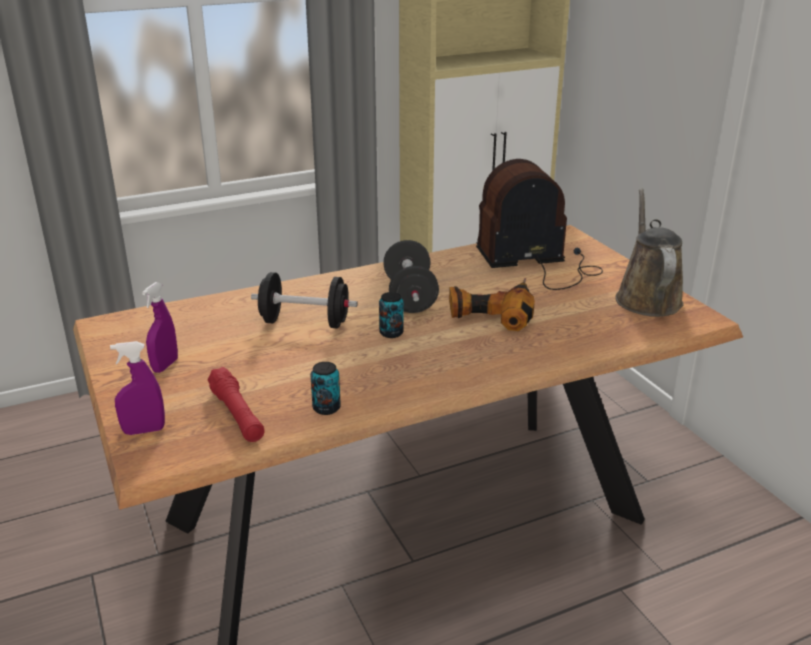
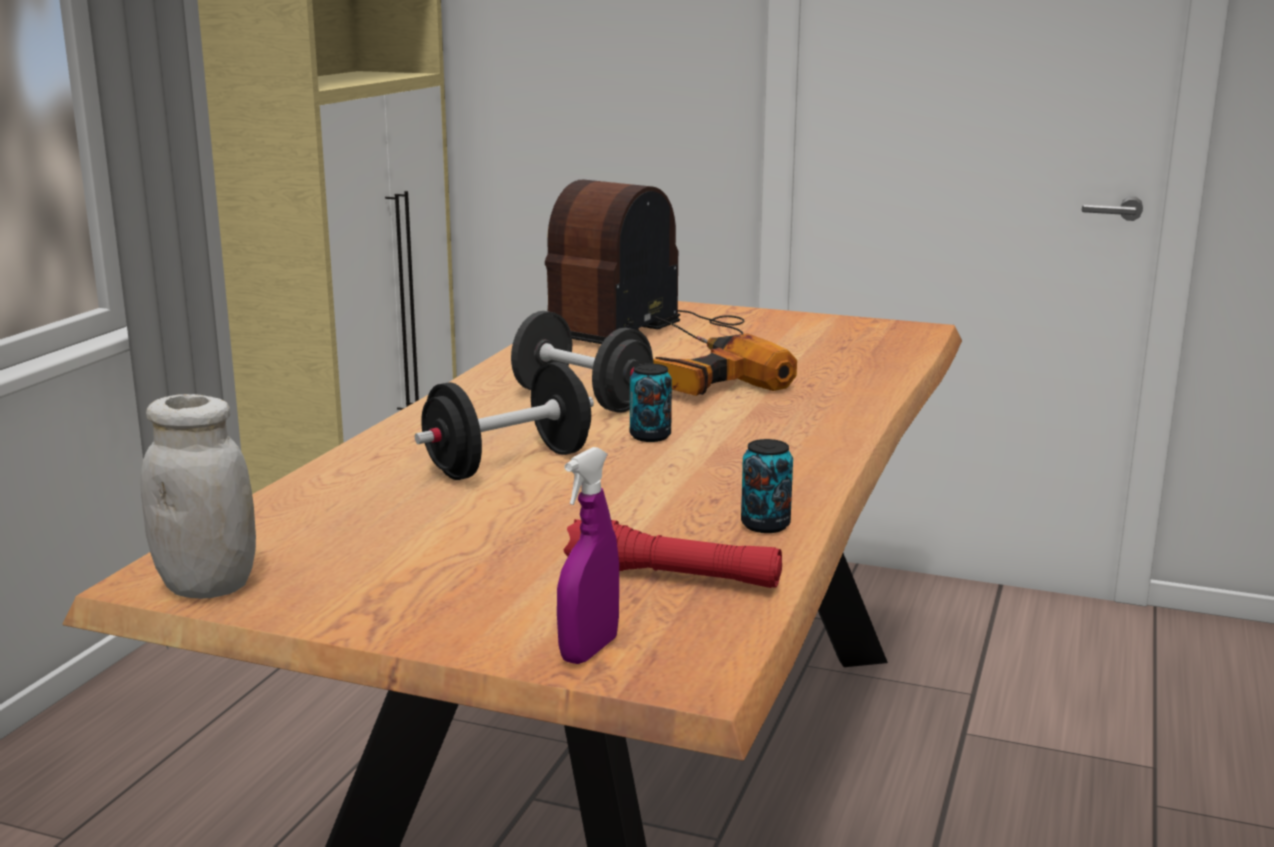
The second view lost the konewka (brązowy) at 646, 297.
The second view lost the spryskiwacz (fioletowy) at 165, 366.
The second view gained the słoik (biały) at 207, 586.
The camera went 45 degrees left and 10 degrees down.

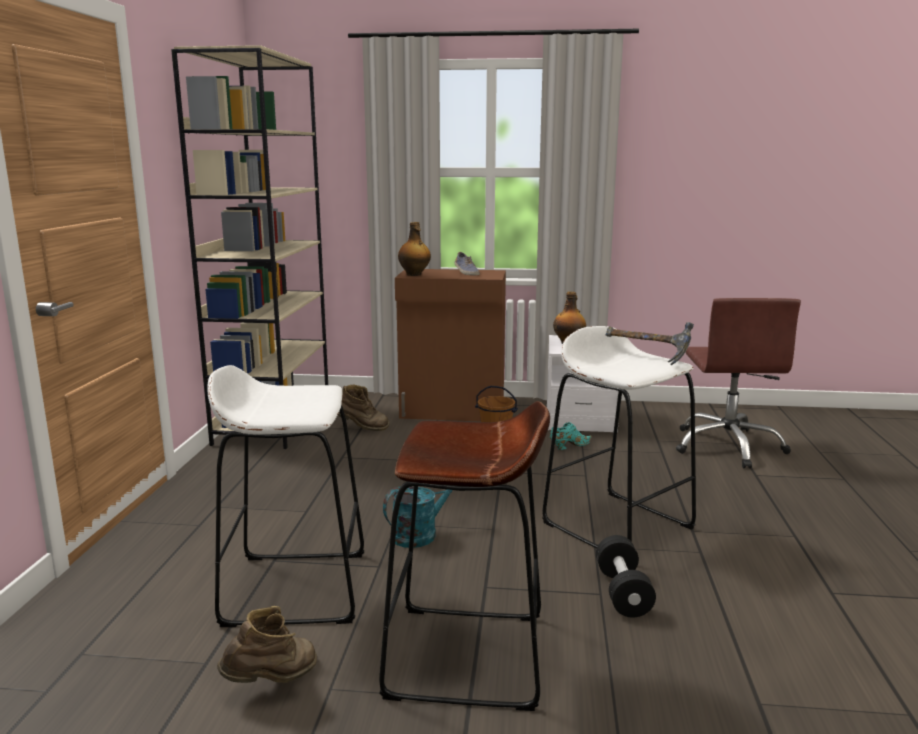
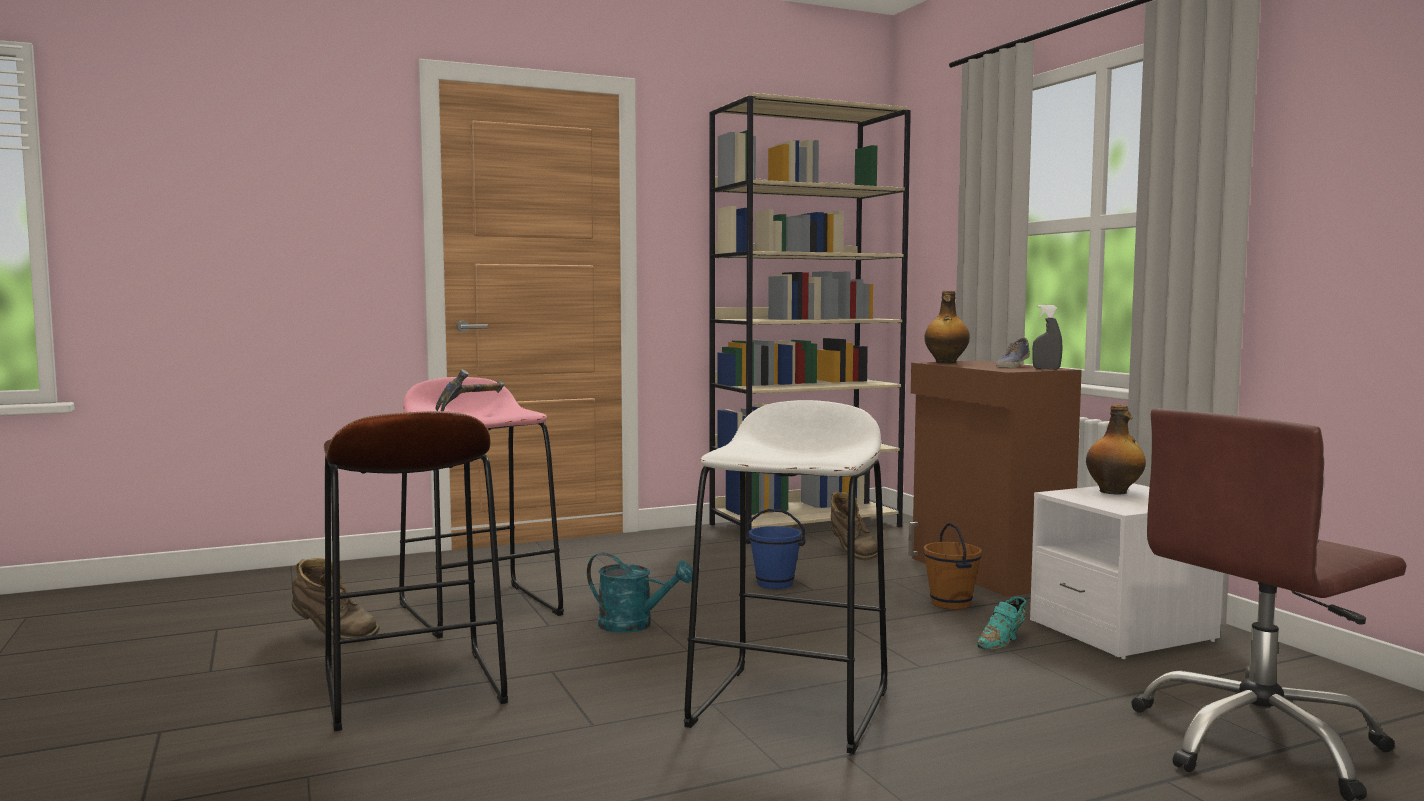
The młotek ended up elsewhere, having gone from 647, 356 to 474, 411.
What was the stołek (biały) at 295, 588 turned into the stołek (różowy) at 480, 609.
The but (turkusowy) at 569, 446 ended up facing another way, 105 degrees clockwise from before.
The second view lost the hantel (czarny) at 623, 592.
The second view gained the spryskiwacz (szary) at 1046, 369.
The second view gained the wiadro (niebieski) at 775, 583.
The camera went 60 degrees right and 10 degrees down.

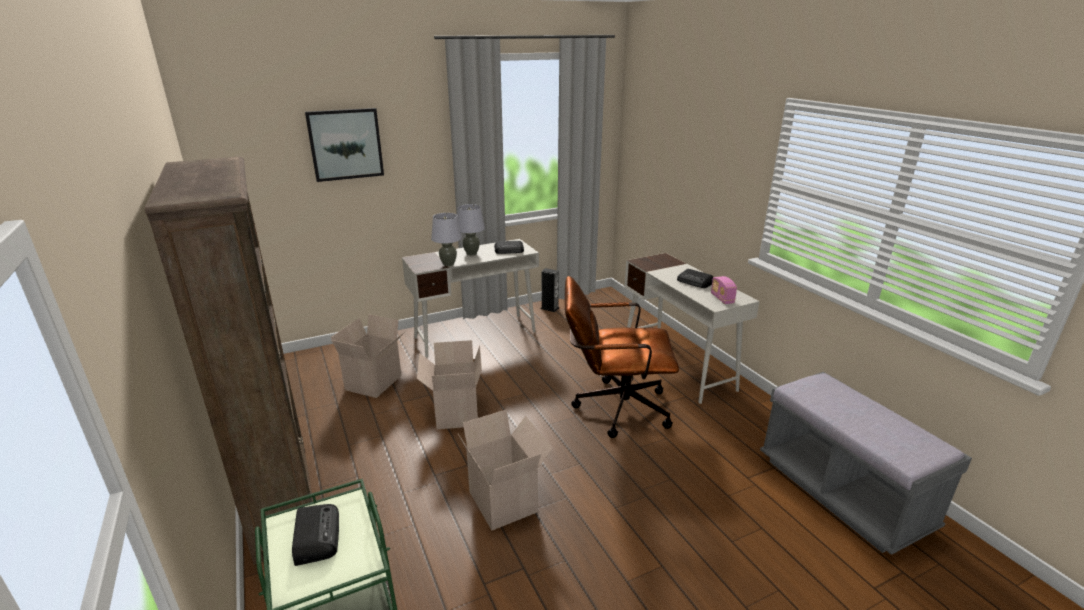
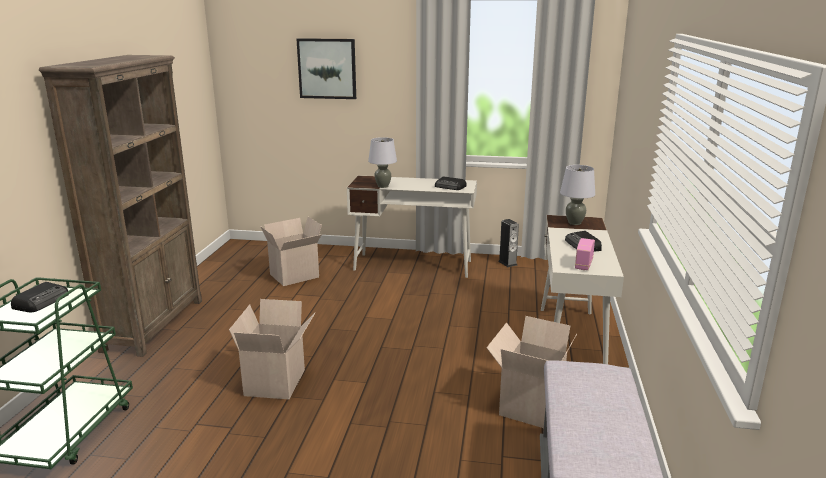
The lampa stołowa (szary) ended up elsewhere, having gone from 471, 253 to 574, 223.
The second view lost the krzesło biurowe (brązowy) at 613, 407.
The karton ended up elsewhere, having gone from 455, 413 to 529, 405.
The camera went 35 degrees right and 5 degrees down.

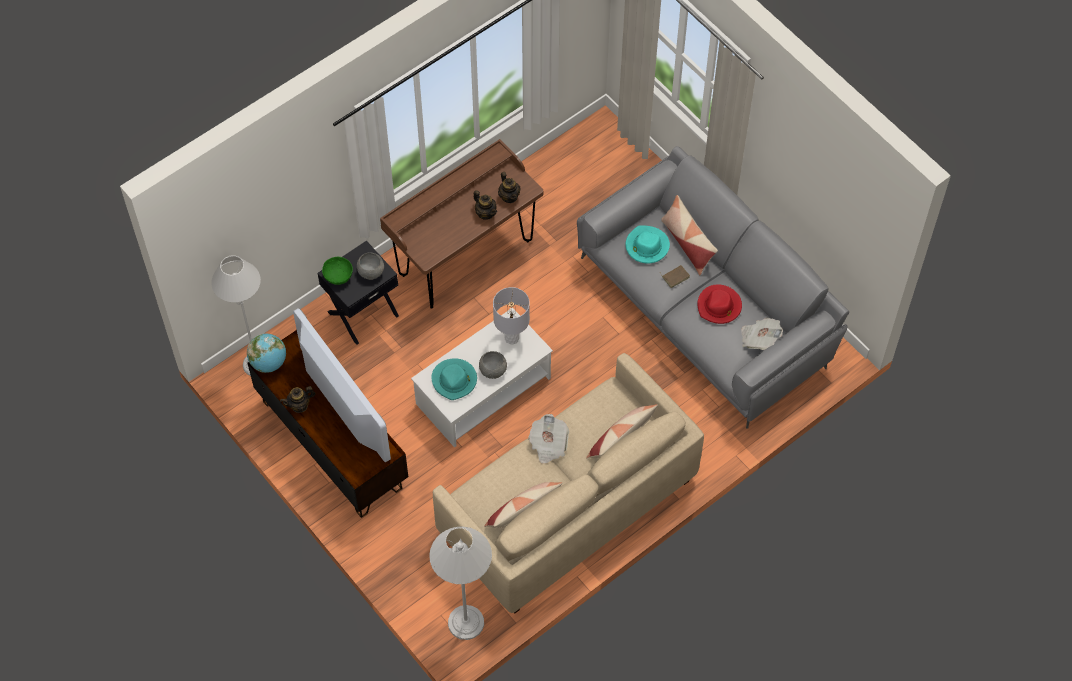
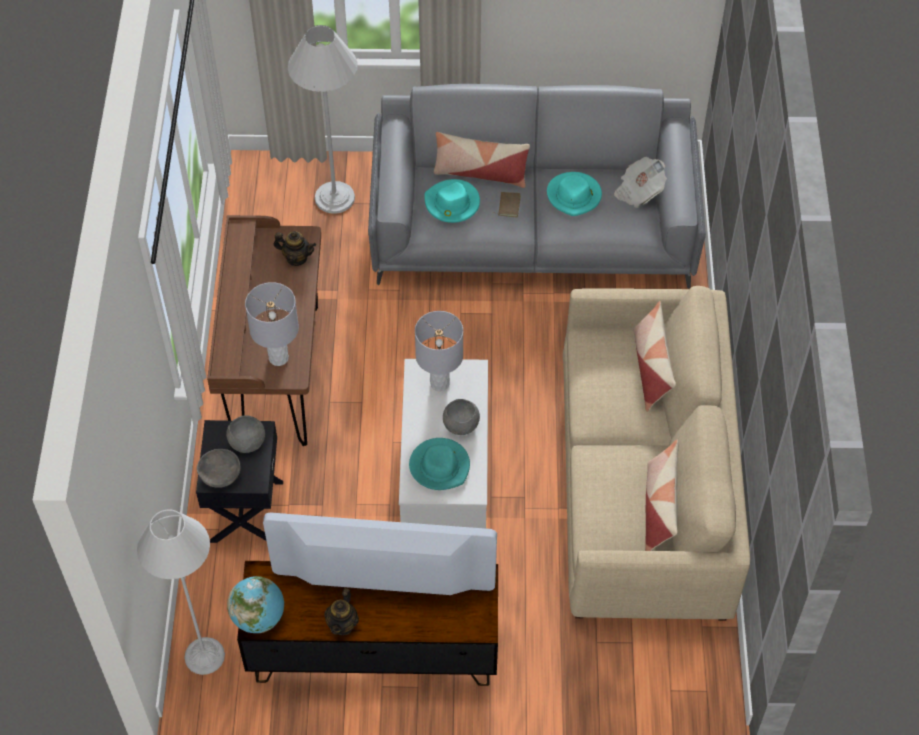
The second view lost the imbryk at 485, 213.
What was the miska (zielony) at 338, 275 turned into the miska (szary) at 220, 475.
What was the kapelusz (czerwony) at 719, 306 turned into the kapelusz (turkusowy) at 574, 196.
The second view lost the gazeta at 548, 444.
The lampa stojąca (biały) ended up elsewhere, having gone from 466, 622 to 335, 198.
The second view gained the lampa stołowa (szary) at 278, 357.
The camera went 50 degrees left and 5 degrees down.

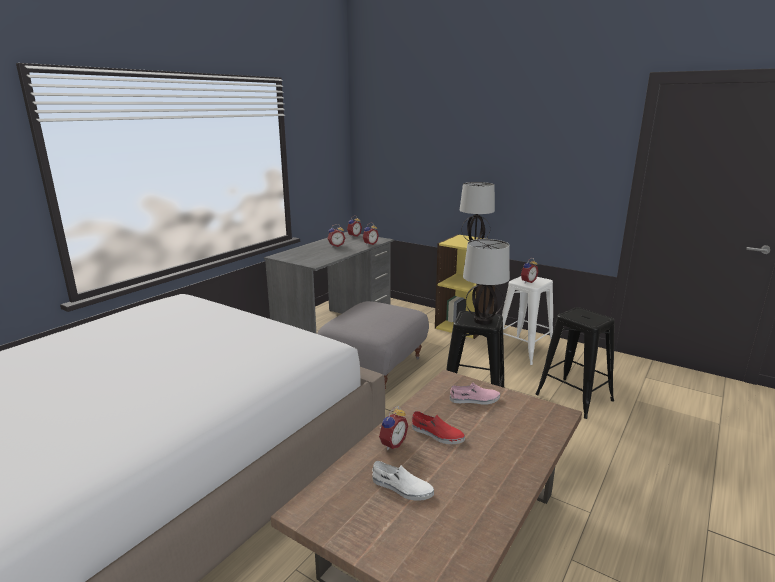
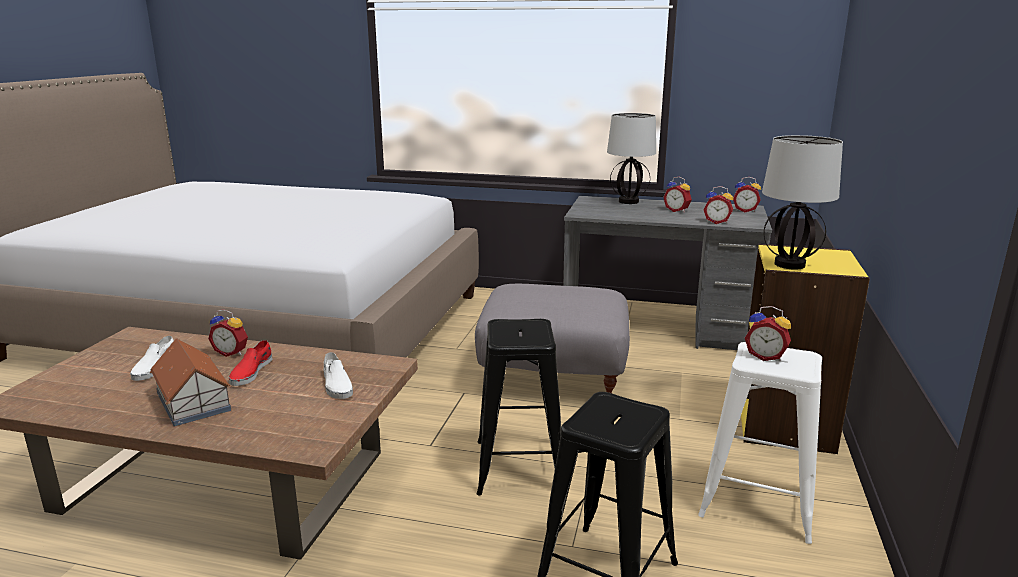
The lampa stołowa ended up elsewhere, having gone from 482, 321 to 628, 201.
What was the but (różowy) at 475, 400 turned into the but (biały) at 336, 385.
The second view gained the domek at 193, 402.
The camera went 70 degrees right and 0 degrees up.

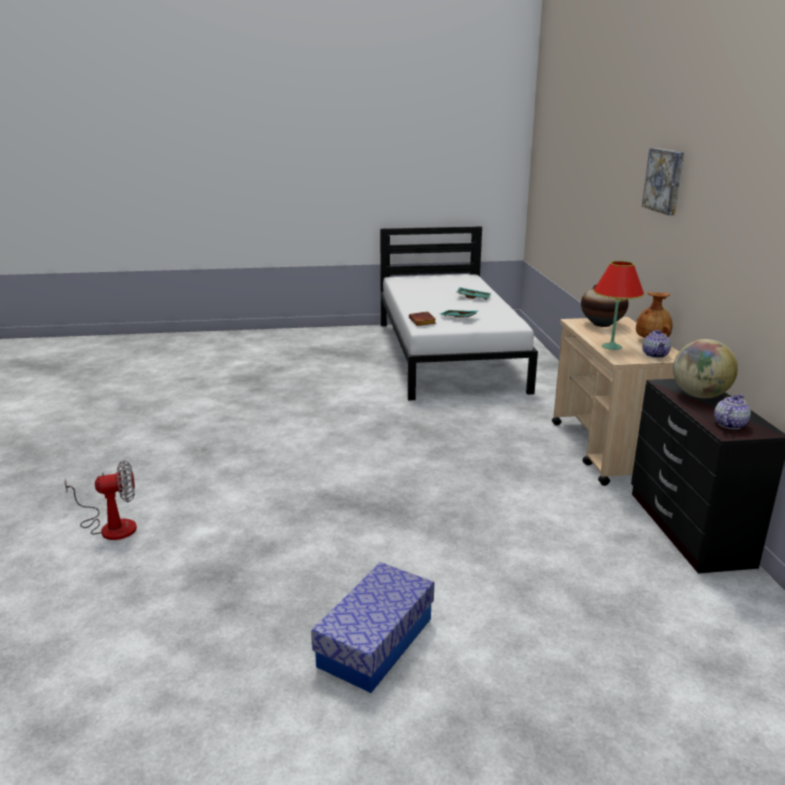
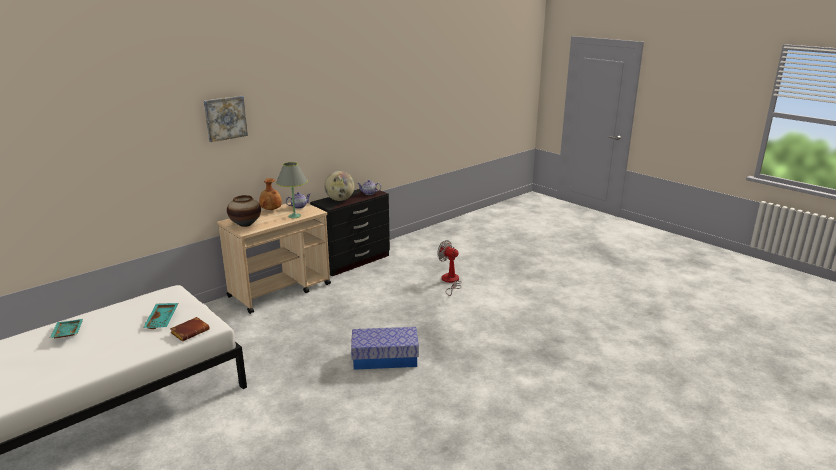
What was the lampa stołowa (czerwony) at 611, 347 turned into the lampa stołowa (szary) at 294, 216.
The wentylator ended up elsewhere, having gone from 111, 526 to 450, 281.
The pojemnik do przechowywania ended up elsewhere, having gone from 376, 642 to 385, 358.
The camera went 125 degrees left and 0 degrees up.

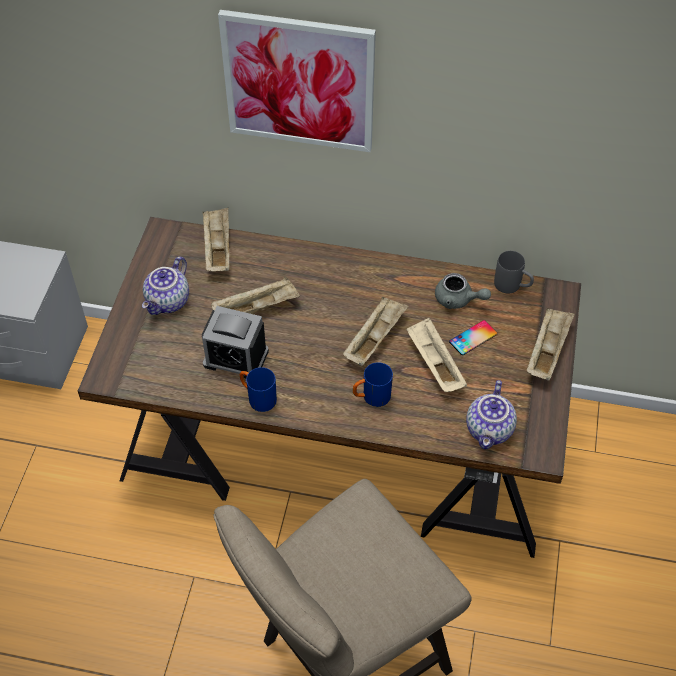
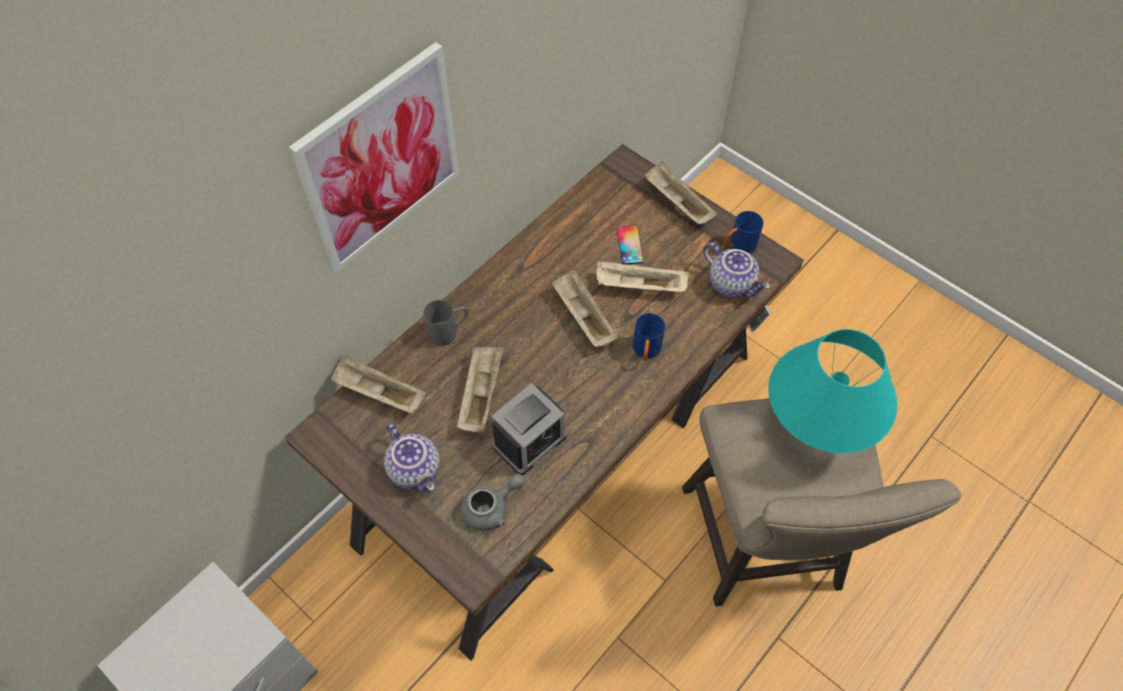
The kubek (szary) ended up elsewhere, having gone from 512, 286 to 449, 331.
The imbryk (szary) ended up elsewhere, having gone from 458, 300 to 492, 508.
The kubek (niebieski) ended up elsewhere, having gone from 258, 398 to 738, 247.
The second view gained the lampa stołowa (turkusowy) at 816, 426.
The camera went 60 degrees left and 5 degrees up.

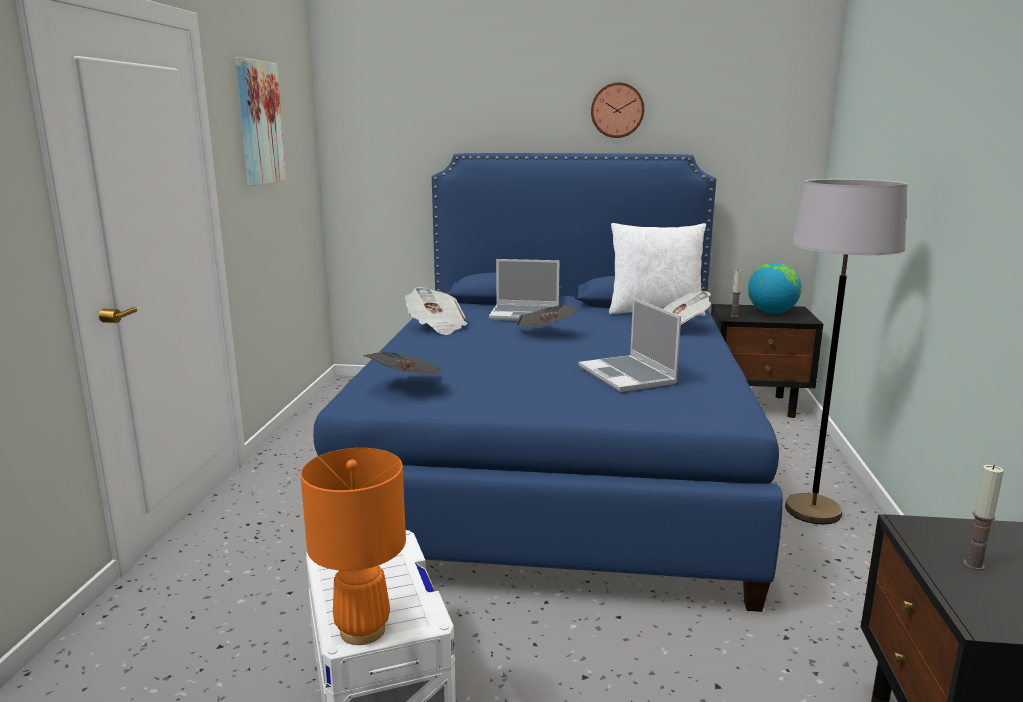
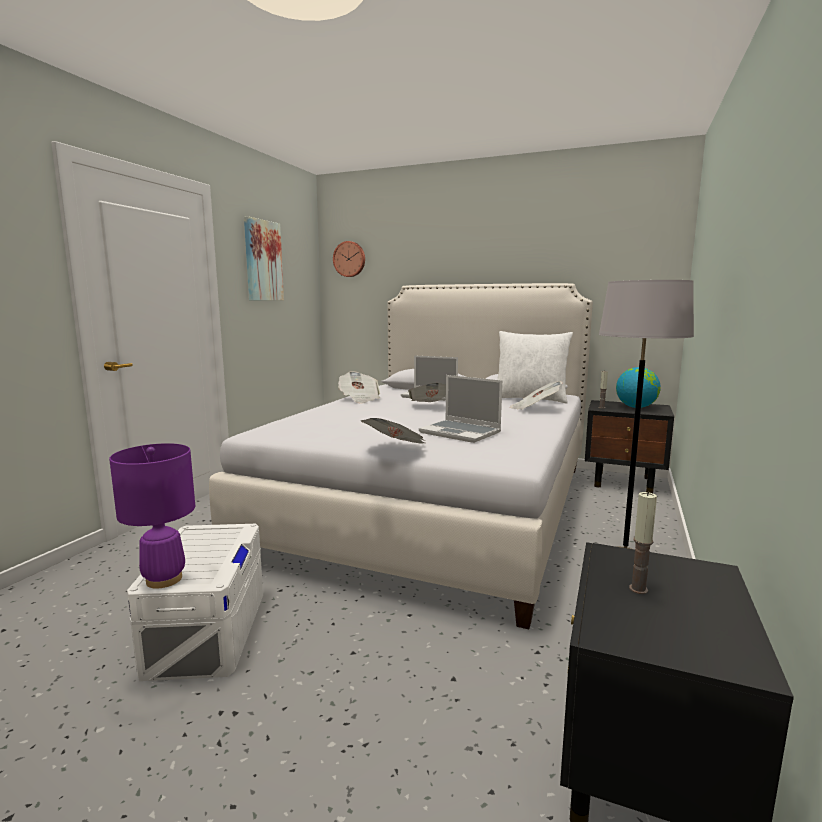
The zegar ścienny ended up elsewhere, having gone from 617, 110 to 349, 259.
What was the łóżko (niebieski) at 554, 462 turned into the łóżko (biały) at 435, 505.
The laptop at 628, 376 ended up facing another way, 45 degrees counterclockwise from before.
The gazeta ended up elsewhere, having gone from 408, 385 to 396, 449.
What was the lampa stołowa (pomarańczowy) at 362, 630 turned into the lampa stołowa (fioletowy) at 164, 579.
The camera went 15 degrees right and 5 degrees down.

